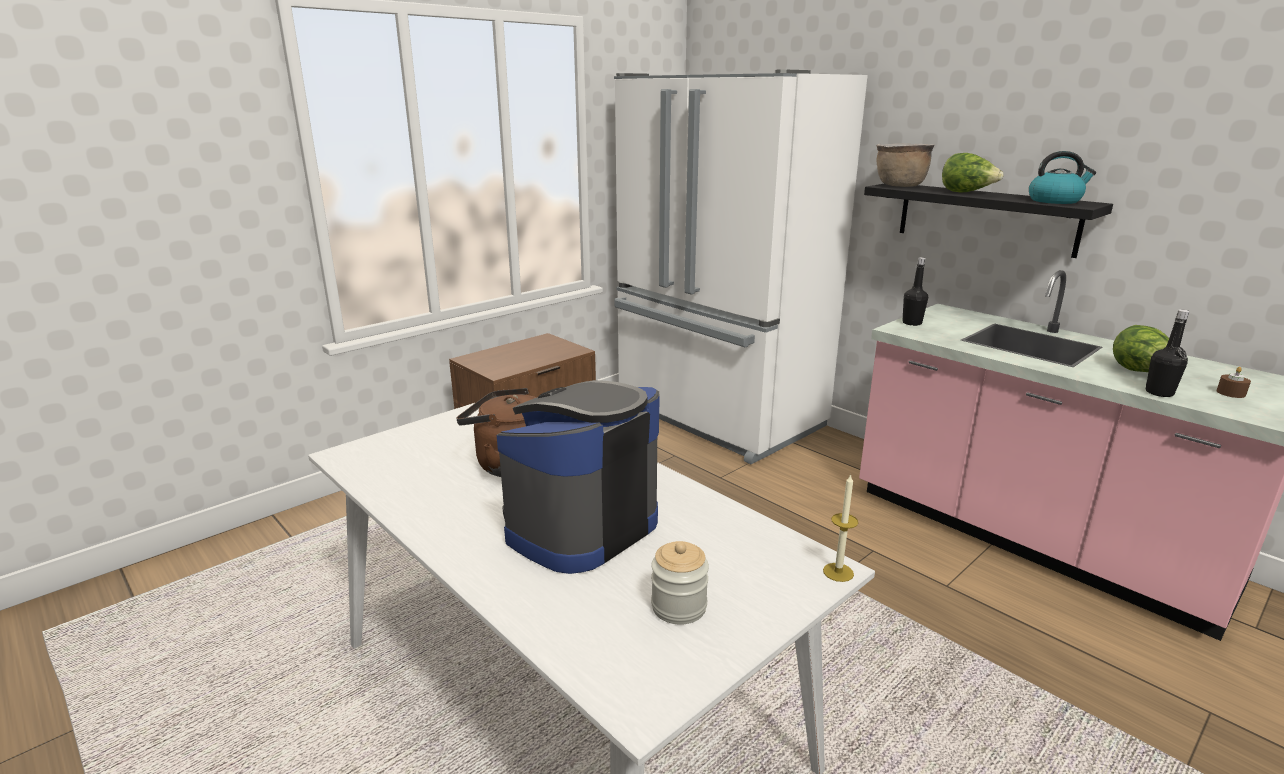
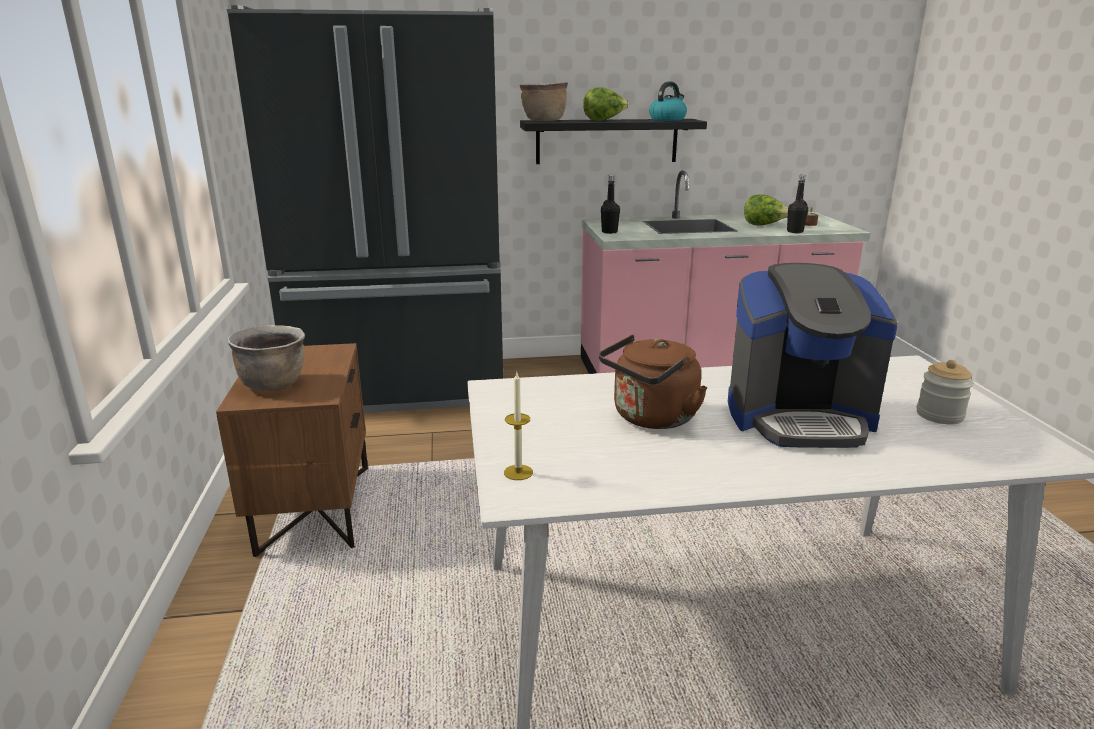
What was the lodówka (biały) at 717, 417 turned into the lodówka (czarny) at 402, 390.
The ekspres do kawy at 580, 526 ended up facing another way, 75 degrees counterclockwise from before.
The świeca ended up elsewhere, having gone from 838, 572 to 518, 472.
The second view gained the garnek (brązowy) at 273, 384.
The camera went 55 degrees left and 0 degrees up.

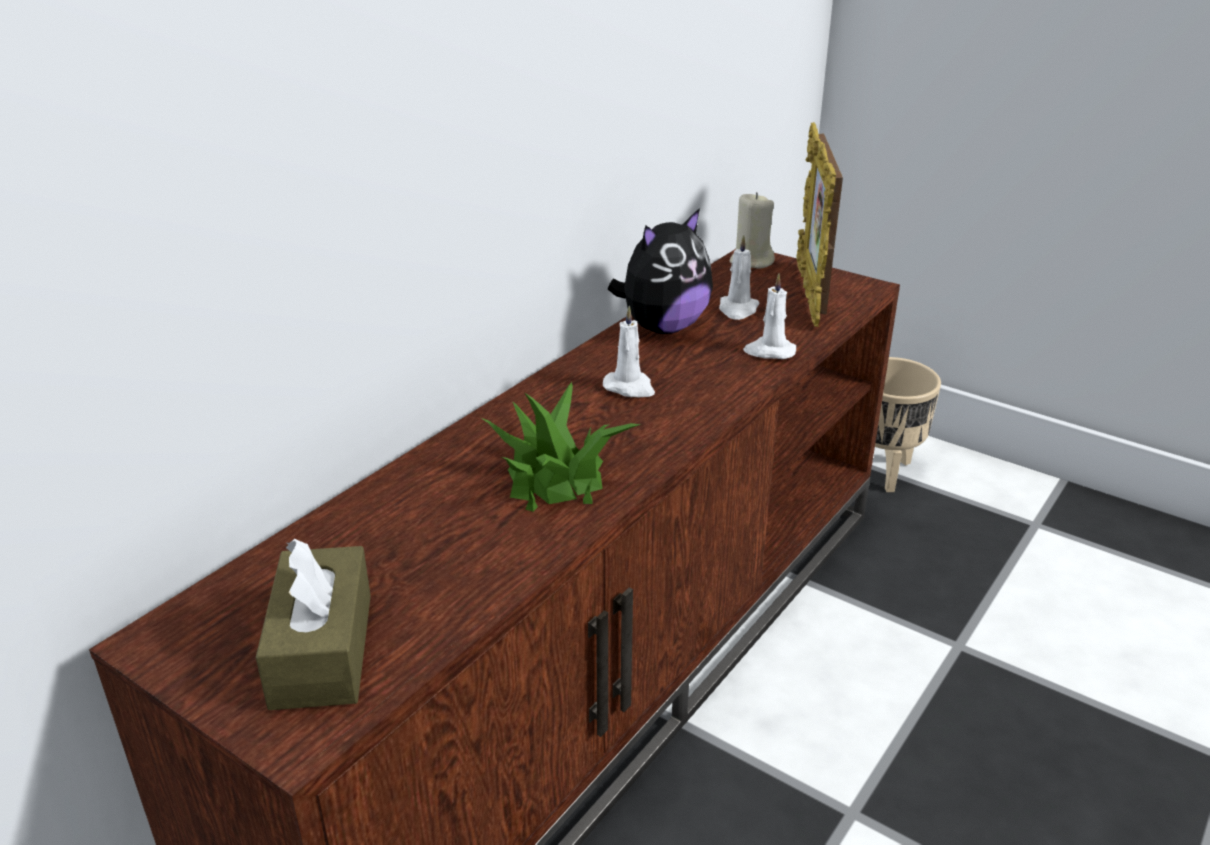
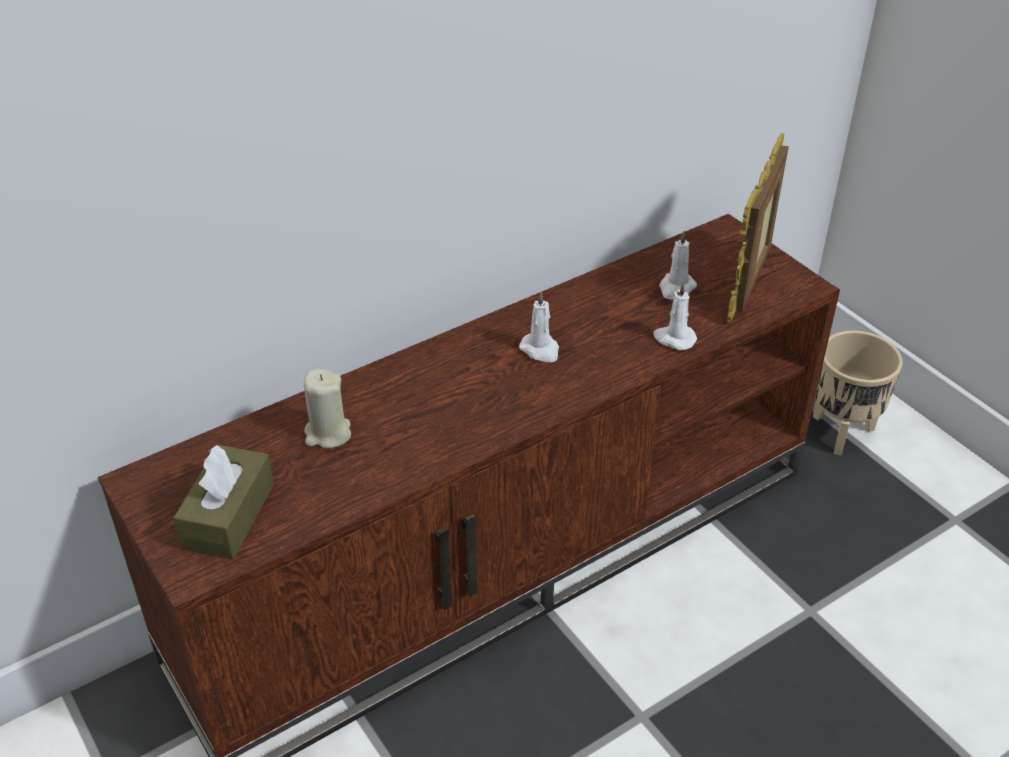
The świeca (beżowy) ended up elsewhere, having gone from 751, 262 to 327, 434.
The second view lost the pluszak at 662, 327.
The second view lost the roślina doniczkowa at 554, 476.
The camera went 20 degrees right and 10 degrees up.

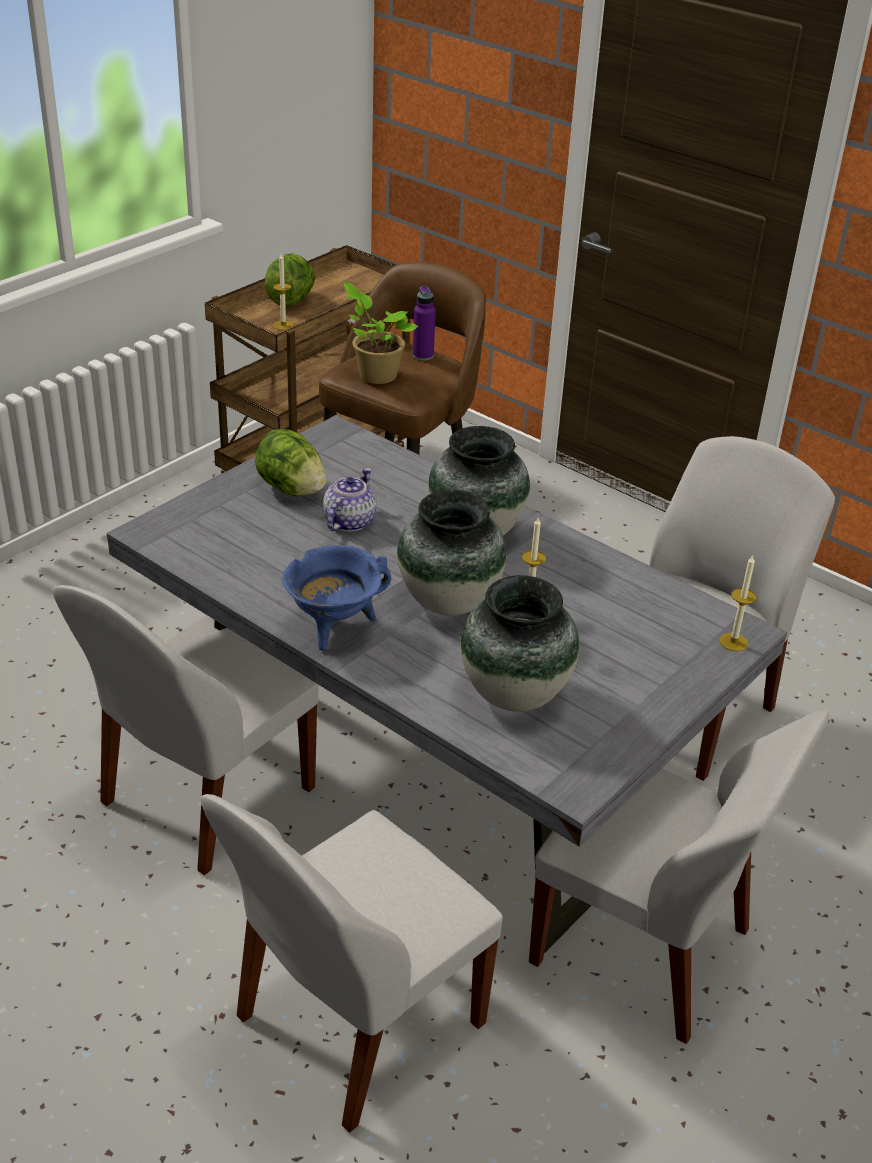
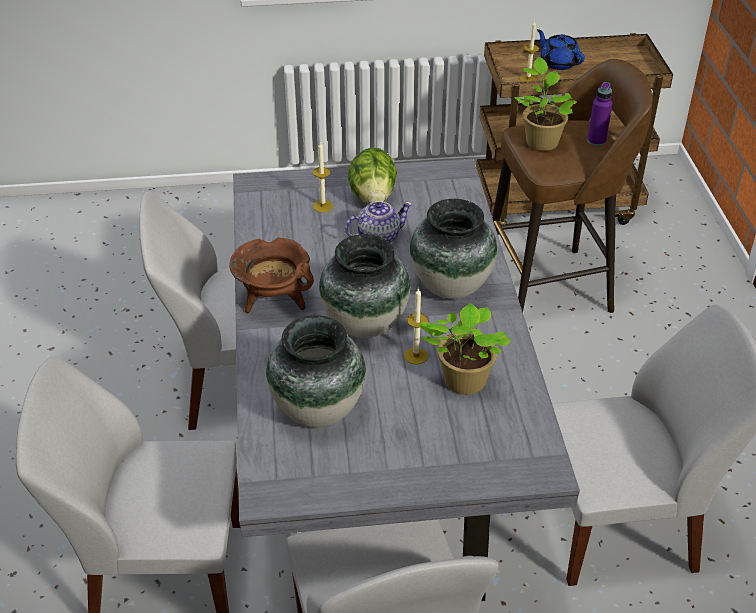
Where the sałata stood at 290, 300, the imbryk (niebieski) came to stand at 558, 63.
What was the garnek (niebieski) at 334, 627 turned into the garnek (brązowy) at 274, 301.
The świeca ended up elsewhere, having gone from 733, 642 to 323, 206.
The second view gained the roślina doniczkowa at 462, 382.
The camera went 45 degrees right and 5 degrees up.

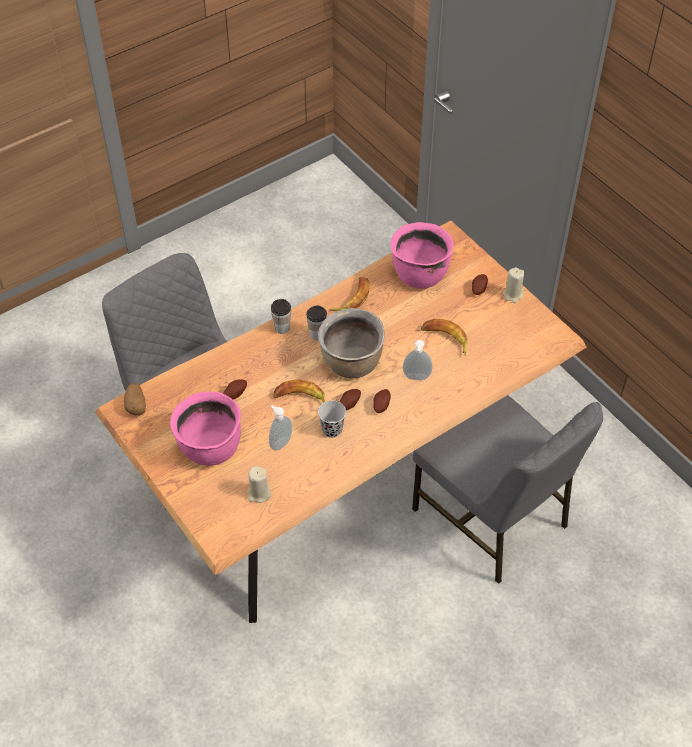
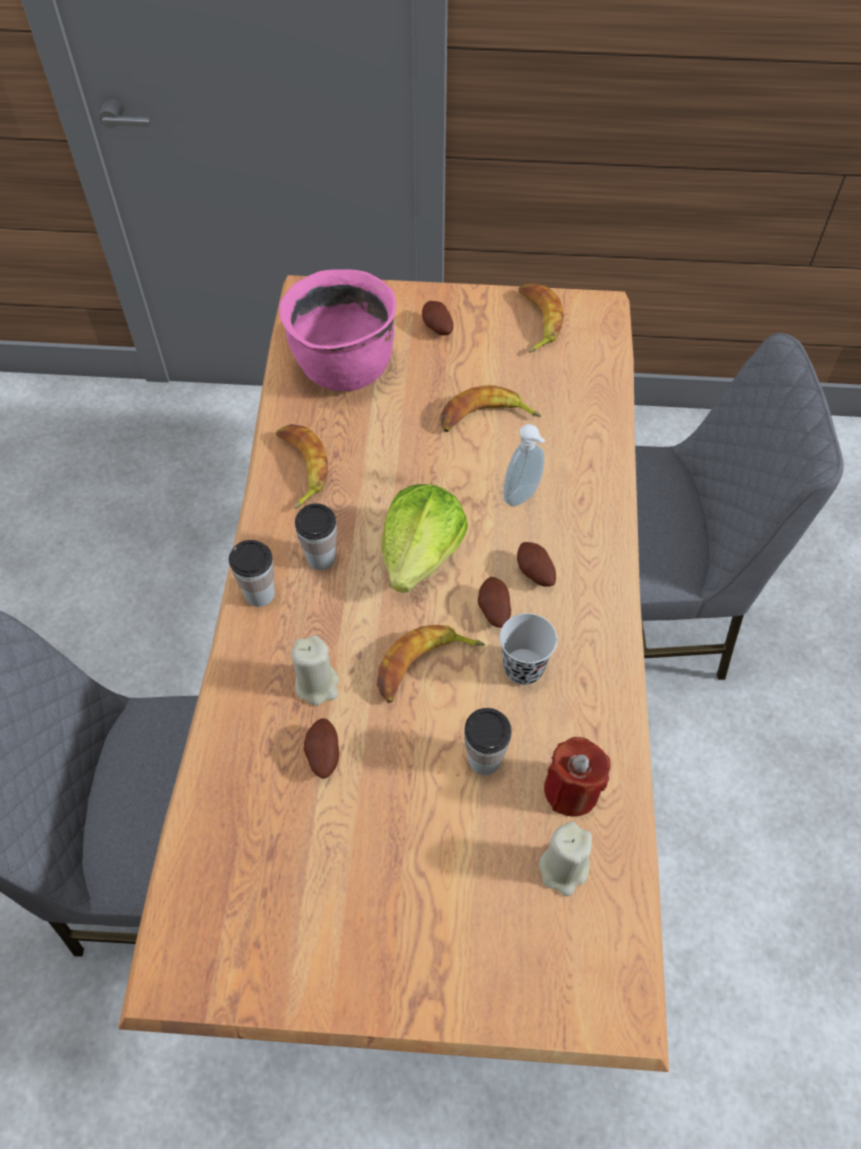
The świeca (beżowy) ended up elsewhere, having gone from 513, 295 to 317, 684.
Where the garnek (brązowy) stood at 351, 364, the sałata came to stand at 421, 554.
The second view lost the ziemniak at 136, 405.
The second view lost the garnek (różowy) at 210, 449.
Where the dozownik mydła stood at 280, 442, the filiżanka came to stand at 484, 760.
The second view gained the banan at 536, 321.
The second view gained the świeca (czerwony) at 571, 790.
The camera went 50 degrees left and 5 degrees up.

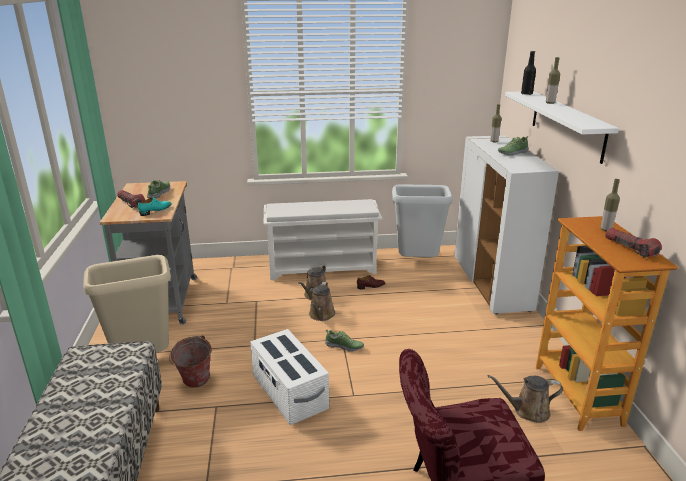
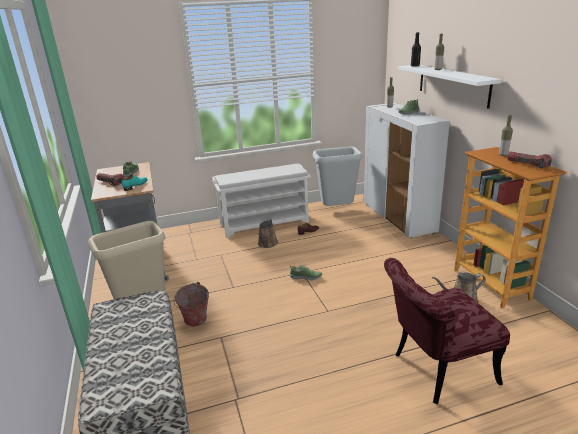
The second view lost the konewka (brązowy) at 321, 315.
The second view lost the pojemnik do przechowywania (biały) at 289, 393.
The camera went 10 degrees left and 0 degrees up.

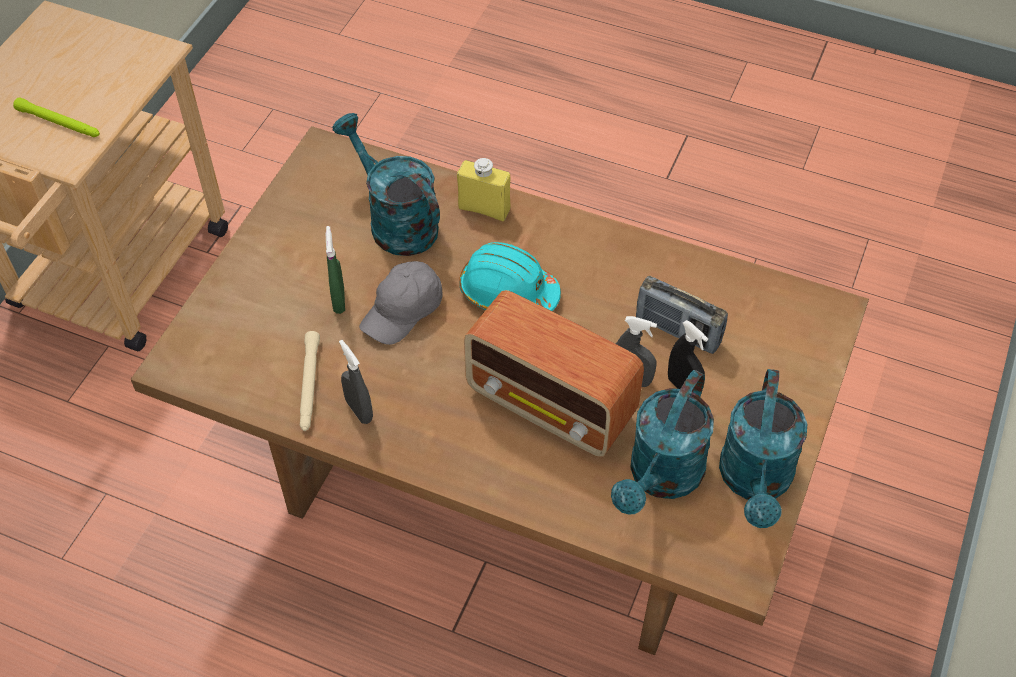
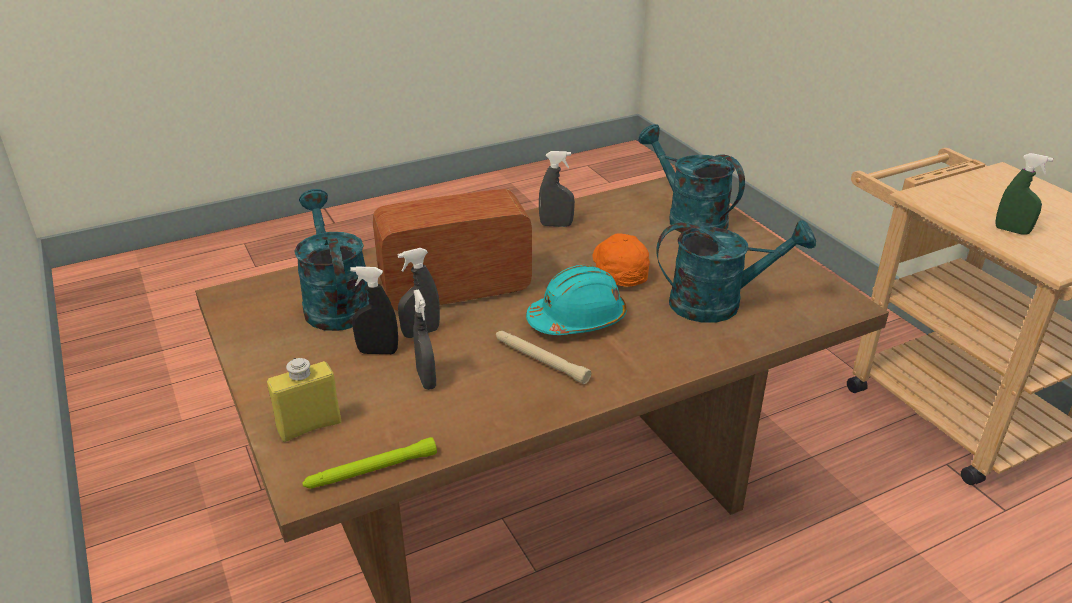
The latarka (zielony) ended up elsewhere, having gone from 59, 123 to 371, 470.
The butelka (żółty) ended up elsewhere, having gone from 484, 209 to 309, 426.
The spryskiwacz (zielony) ended up elsewhere, having gone from 339, 300 to 1011, 230.
What was the czapka z daszkiem (szary) at 403, 311 turned into the czapka z daszkiem (pomarańczowy) at 618, 270.
Where the radio stood at 677, 331, the spryskiwacz (szary) came to stand at 426, 379.
The latarka (beżowy) ended up elsewhere, having gone from 309, 385 to 540, 360.
The konewka (turkusowy) ended up elsewhere, having gone from 756, 482 to 688, 218.
The camera went 130 degrees right and 20 degrees down.

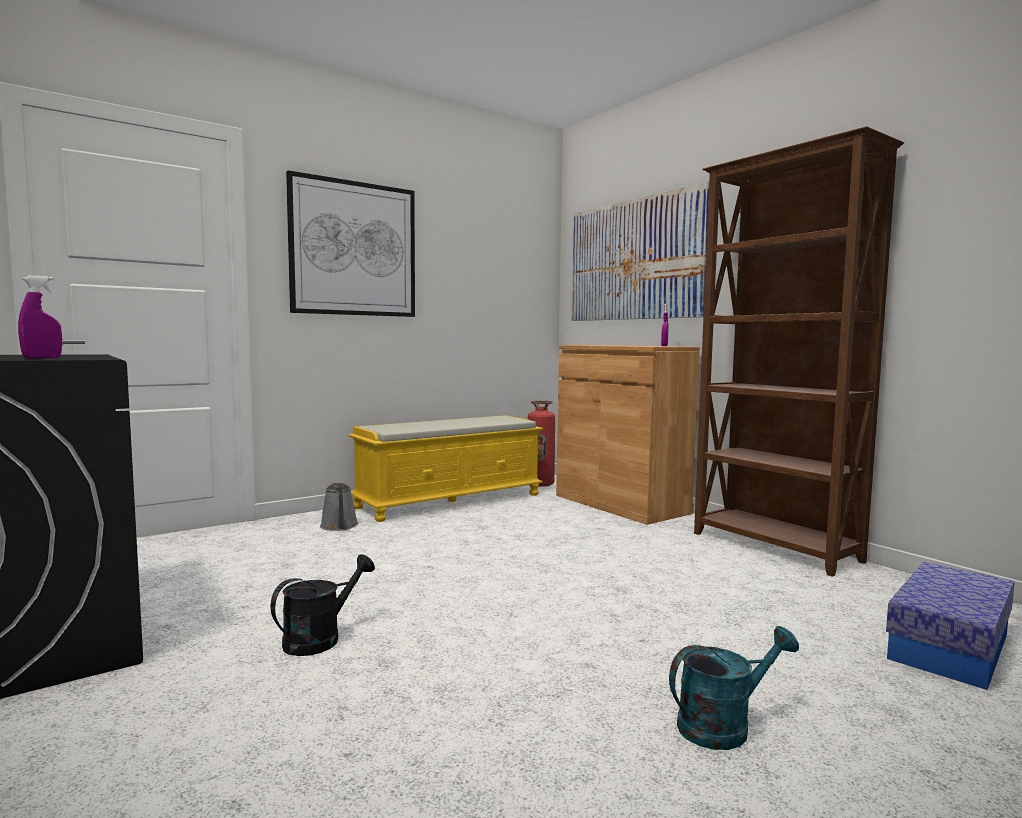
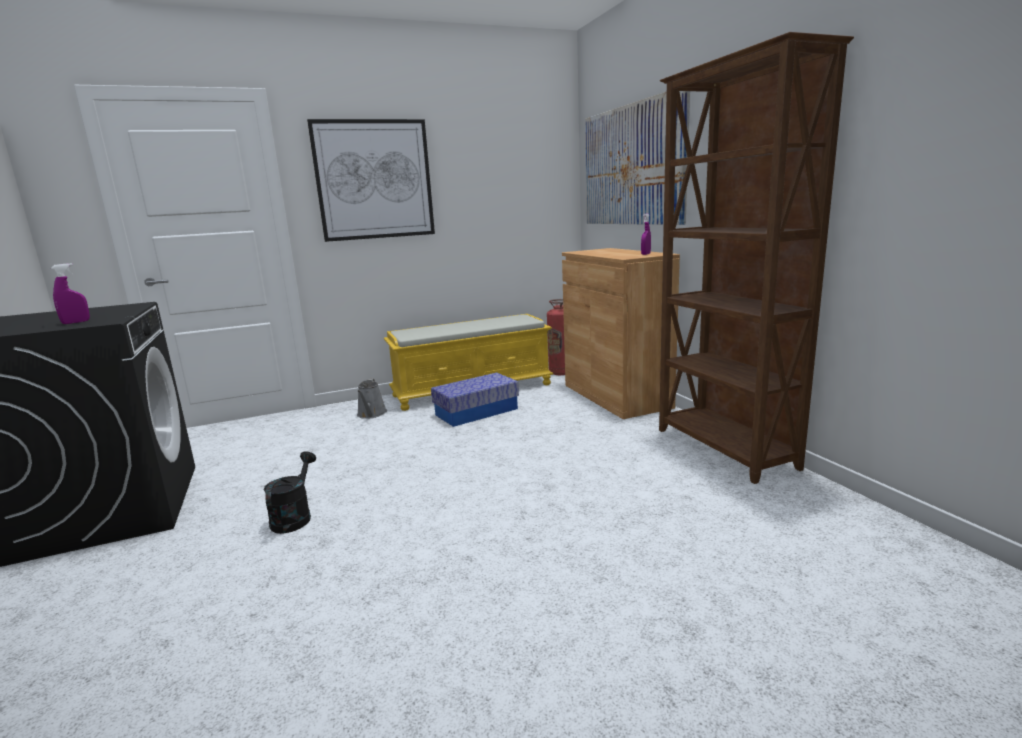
The konewka (czarny) at 320, 638 ended up facing another way, 45 degrees counterclockwise from before.
The pojemnik do przechowywania ended up elsewhere, having gone from 949, 646 to 476, 412.
The second view lost the konewka (turkusowy) at 723, 725.
The camera went 15 degrees right and 10 degrees up.

